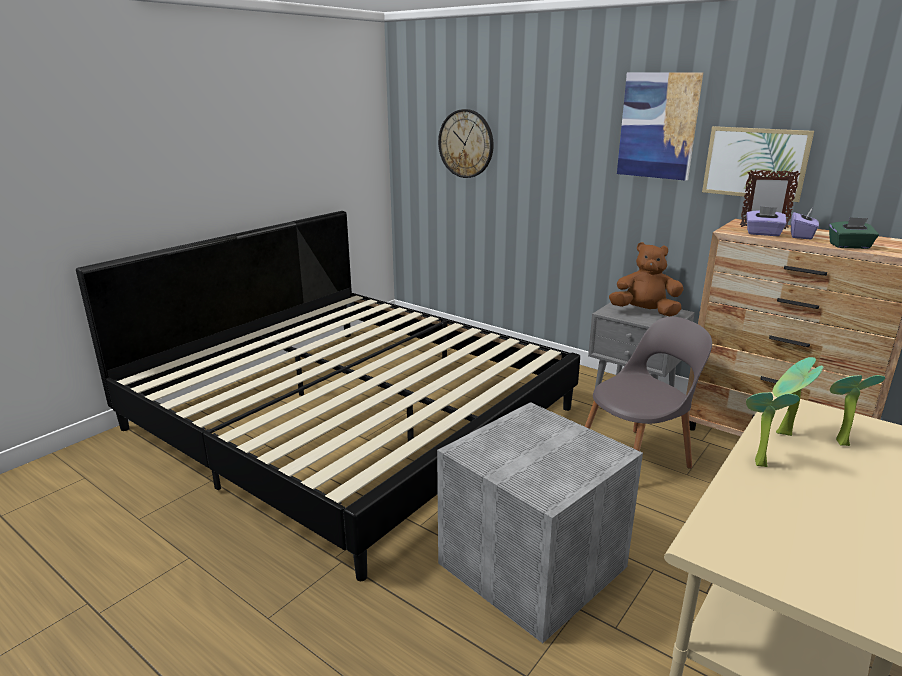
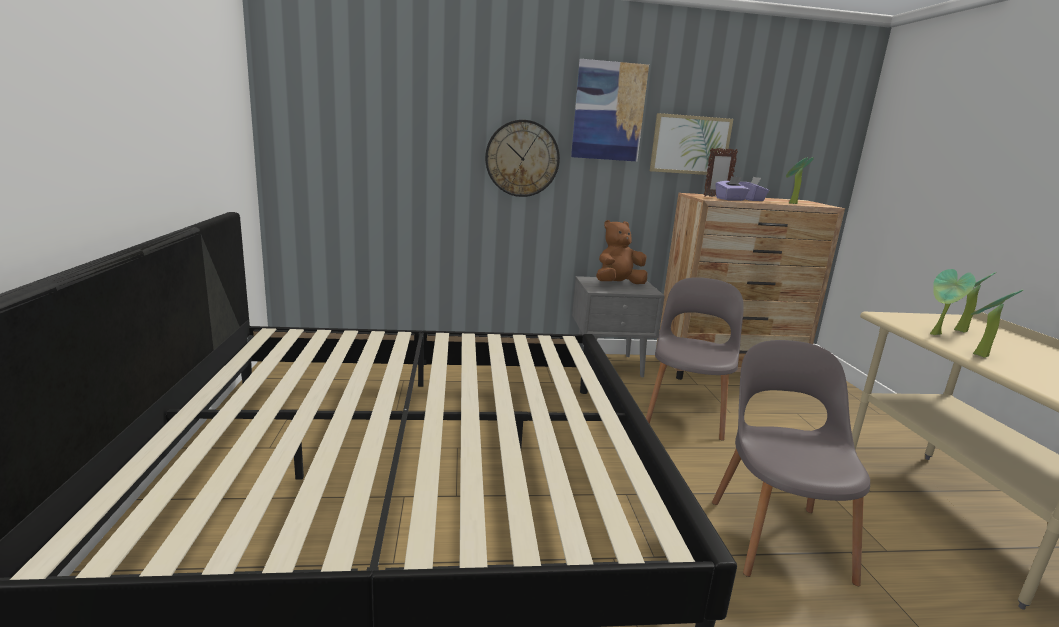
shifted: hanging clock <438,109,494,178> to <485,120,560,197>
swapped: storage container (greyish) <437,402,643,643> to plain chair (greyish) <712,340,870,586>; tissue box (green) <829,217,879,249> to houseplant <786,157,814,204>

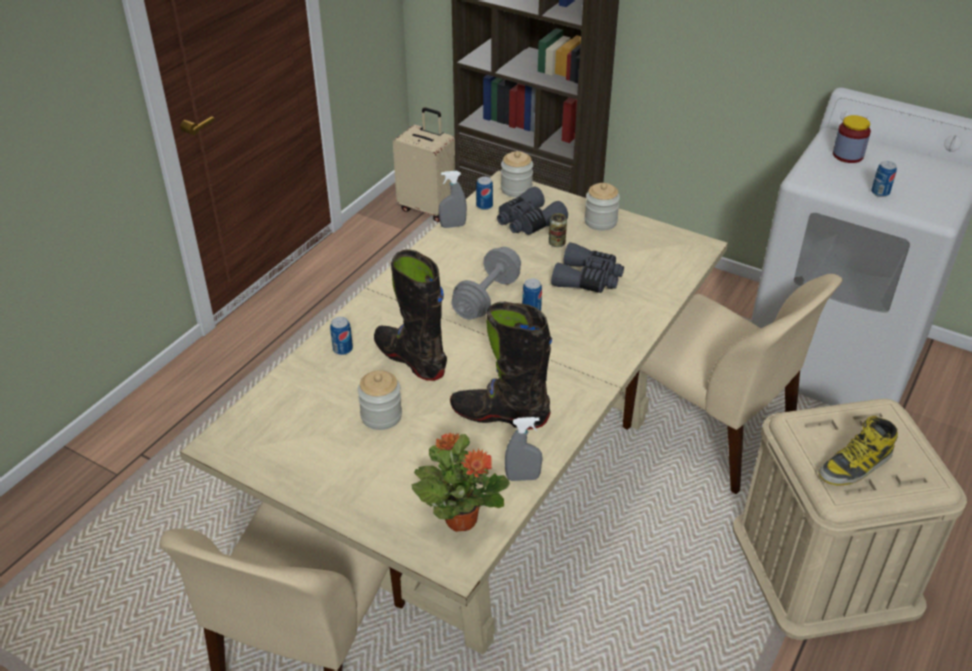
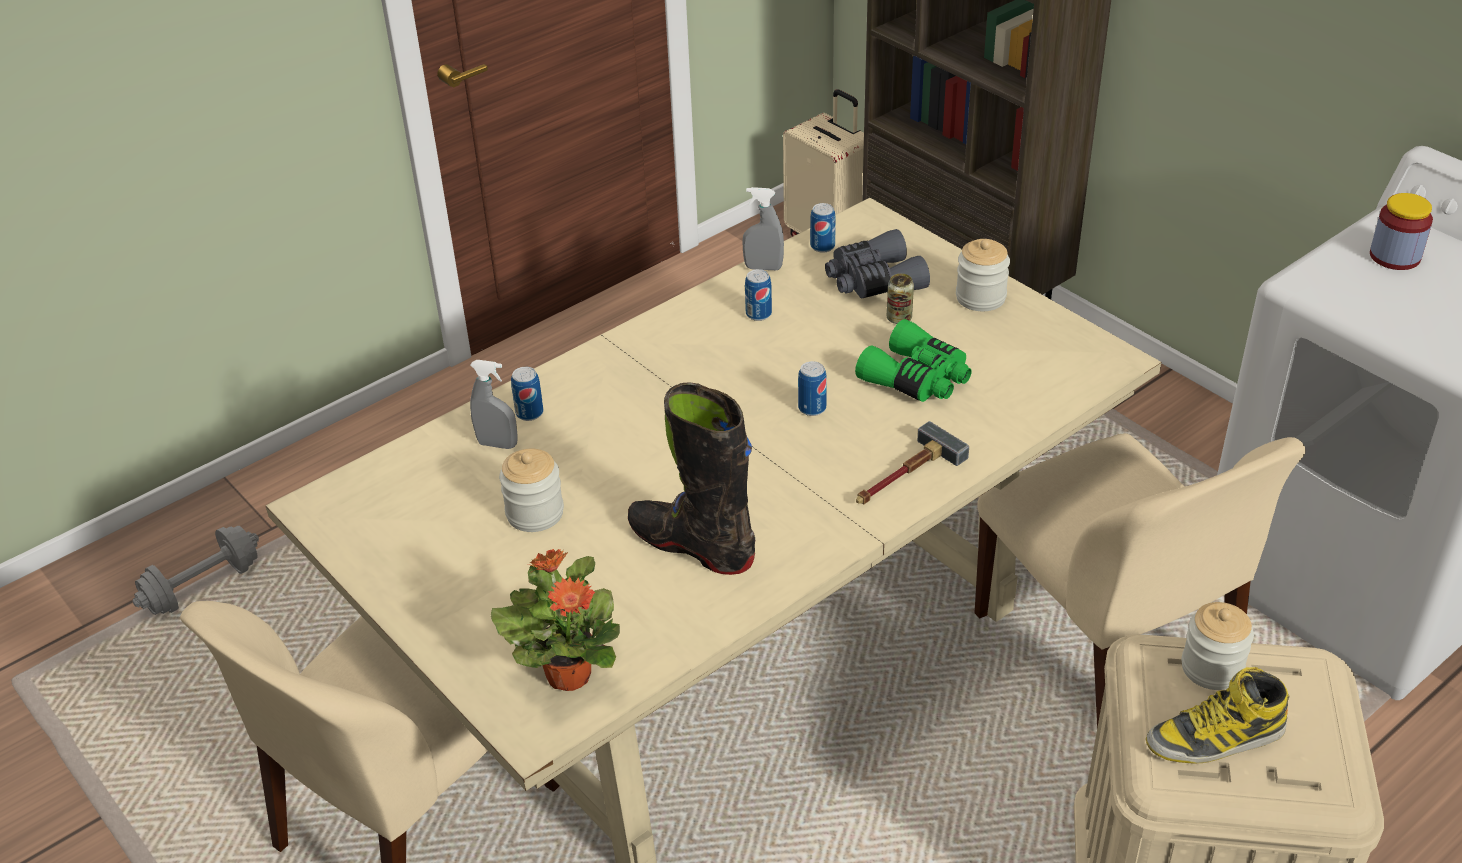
gone: tall boot (blackish) <374,249,447,381>
new: hand hammer <856,421,969,504>
shifted: free weight (greyish) <451,247,521,320> to <133,526,259,615>; storage jar <501,151,533,197> to <1182,602,1254,690>; spray bottle (greyish) <505,417,543,481> to <470,360,517,449>; metal can <871,161,897,197> to <745,269,772,321>
repainted: binoculars (greyish) <551,242,624,293> to binoculars (green) <855,319,972,402>

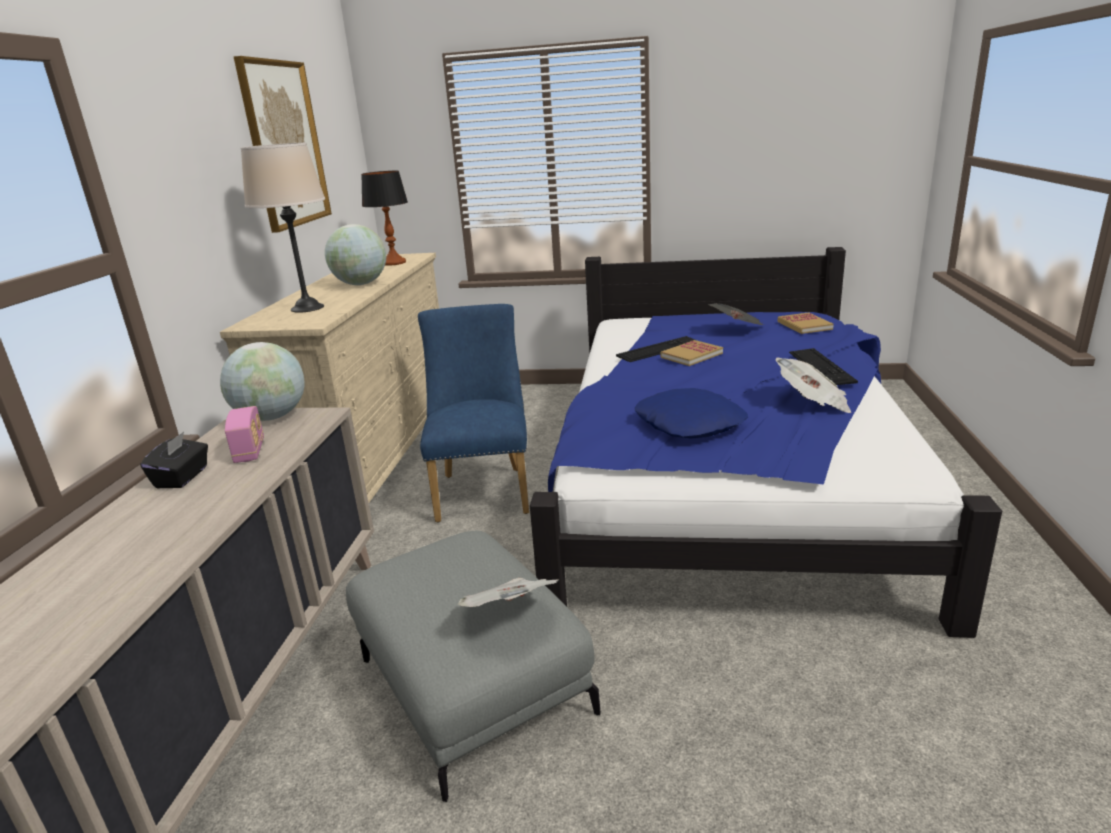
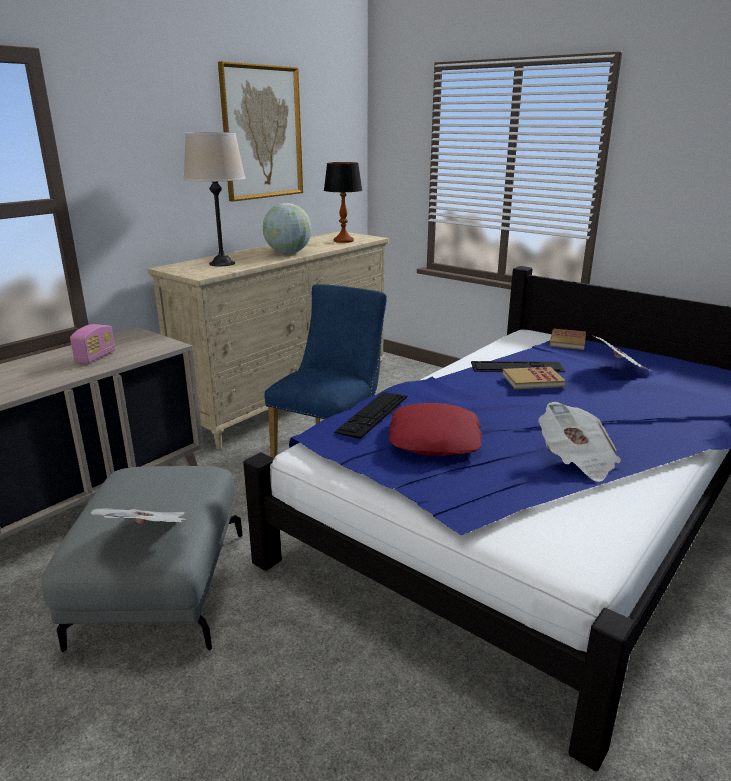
gone: tissue box (blackish) <141,432,208,488>; globe <220,342,305,421>
shifted: volume <778,312,834,334> to <549,329,586,350>; computer keyboard <789,348,858,385> to <334,392,407,439>
repainted: cushion (blue-coloured) <635,388,748,438> to cushion (red) <389,403,482,456>

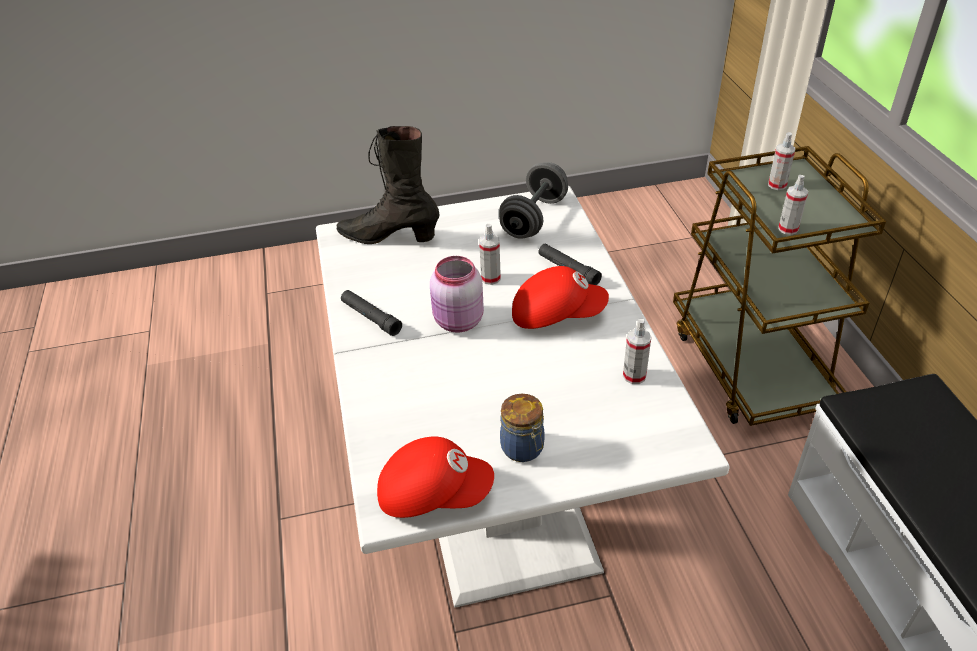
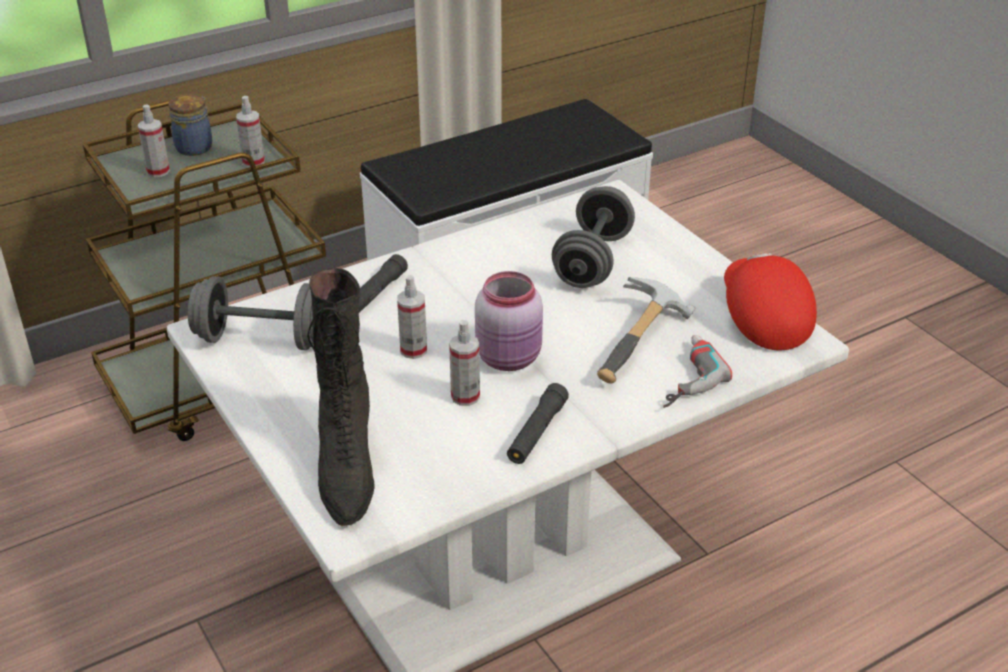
gone: baseball cap (red) <512,266,609,329>
new: free weight (greyish) <552,186,635,288>; hand hammer <597,277,696,384>; drill <663,335,732,408>
shifted: storage jar <500,394,545,462> to <168,94,212,156>; spray bottle <623,319,652,384> to <449,320,480,406>

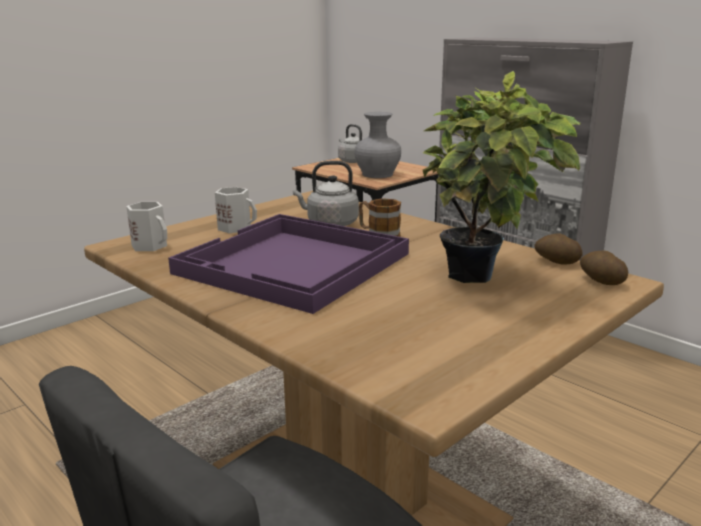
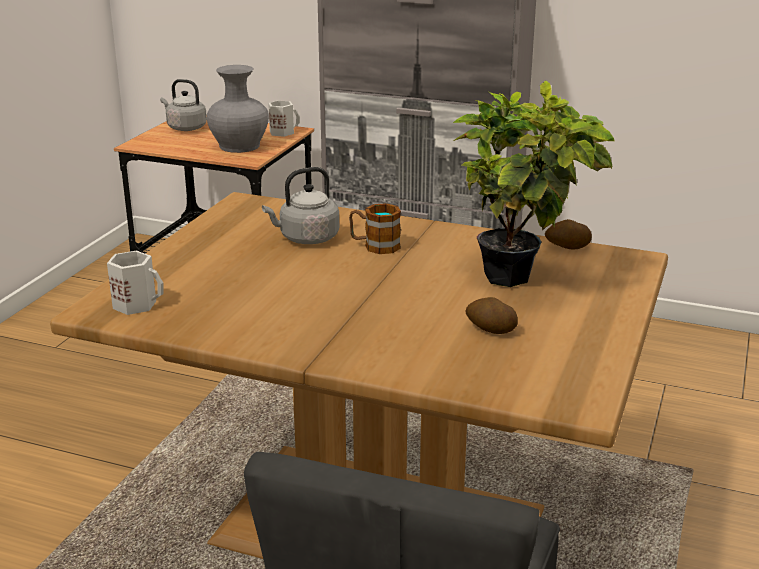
gone: tray (purplish) <168,214,409,314>
shifted: coffee mug (whitish) <215,187,257,233> to <268,100,300,137>; whole potato <580,251,628,285> to <465,297,518,334>

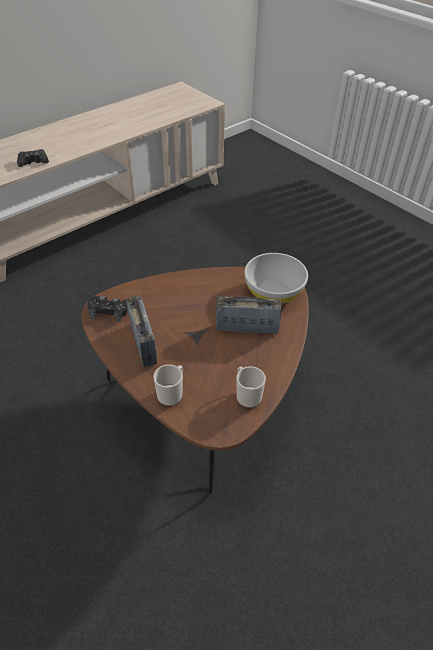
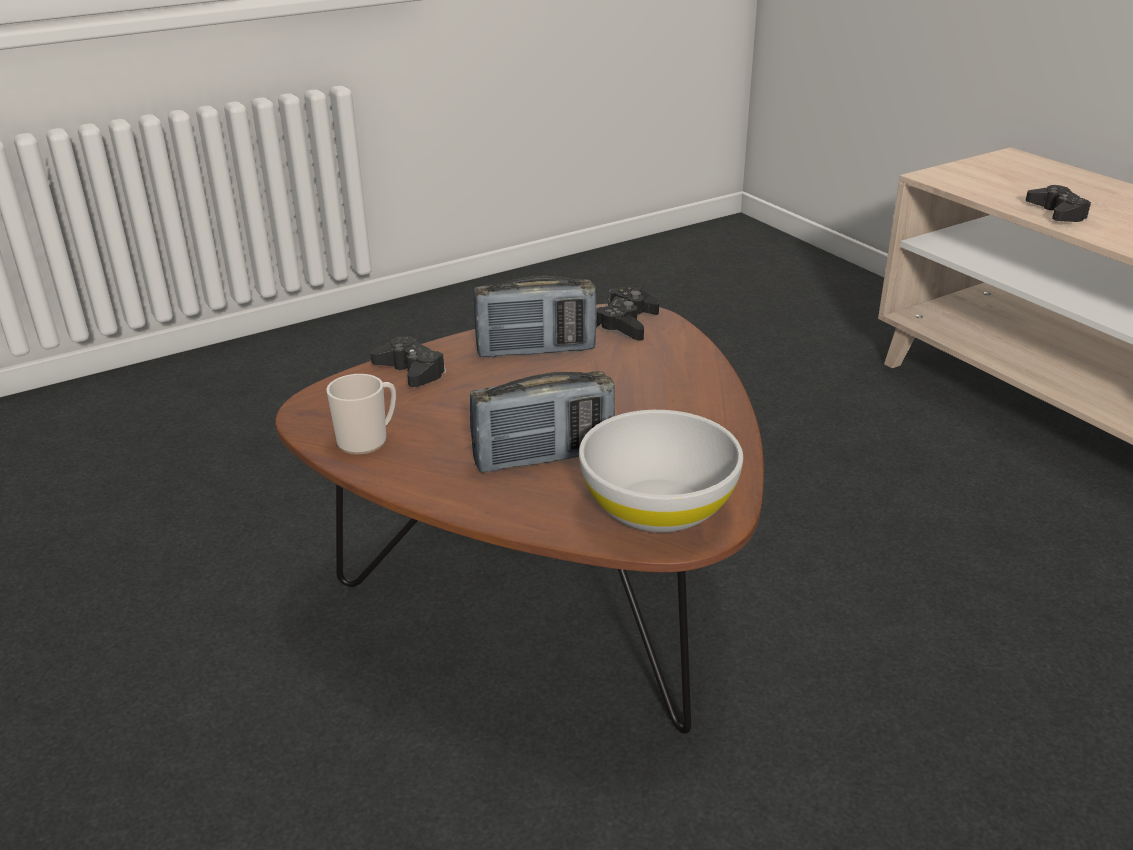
swapped: coffee mug <153,364,183,406> to joypad (blackish) <370,336,446,387>
rotated: radio receiver <216,296,282,334> = <470,371,615,472> 60 degrees clockwise

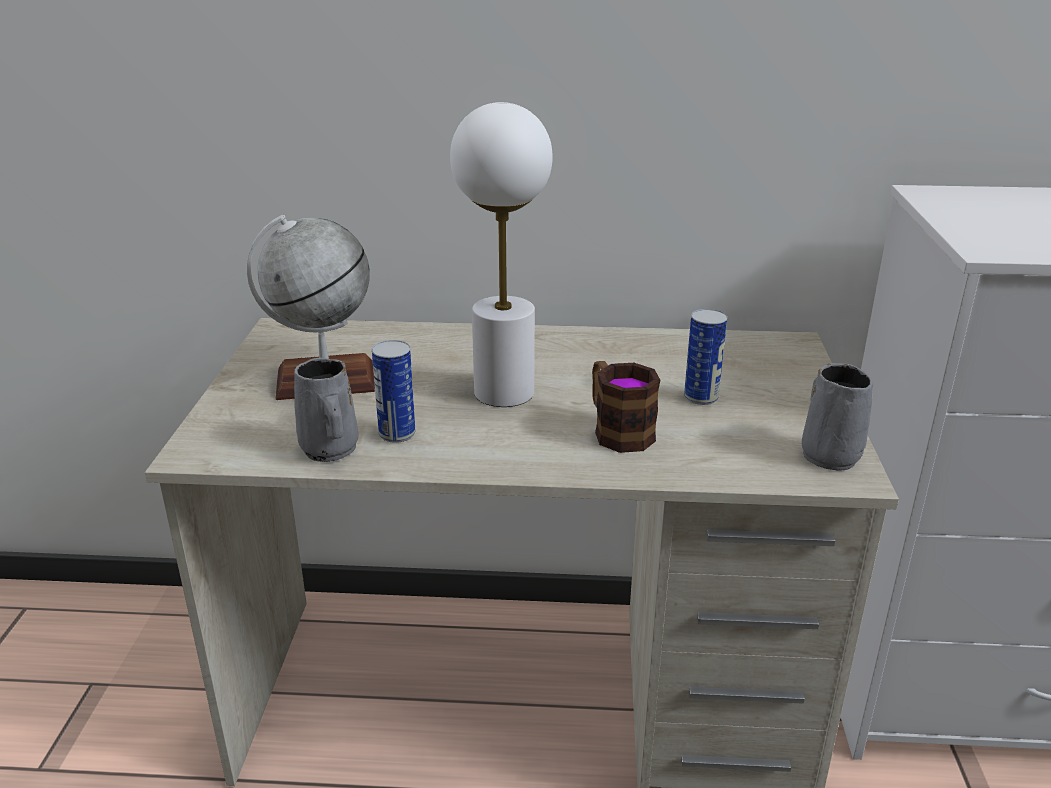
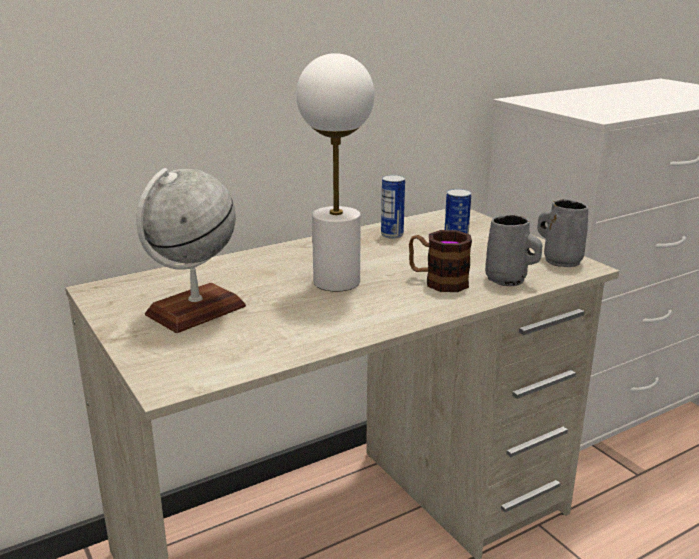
shifted: coffee mug (greyish) <294,358,358,462> to <485,214,542,286>; metal can <372,340,416,443> to <381,175,405,239>

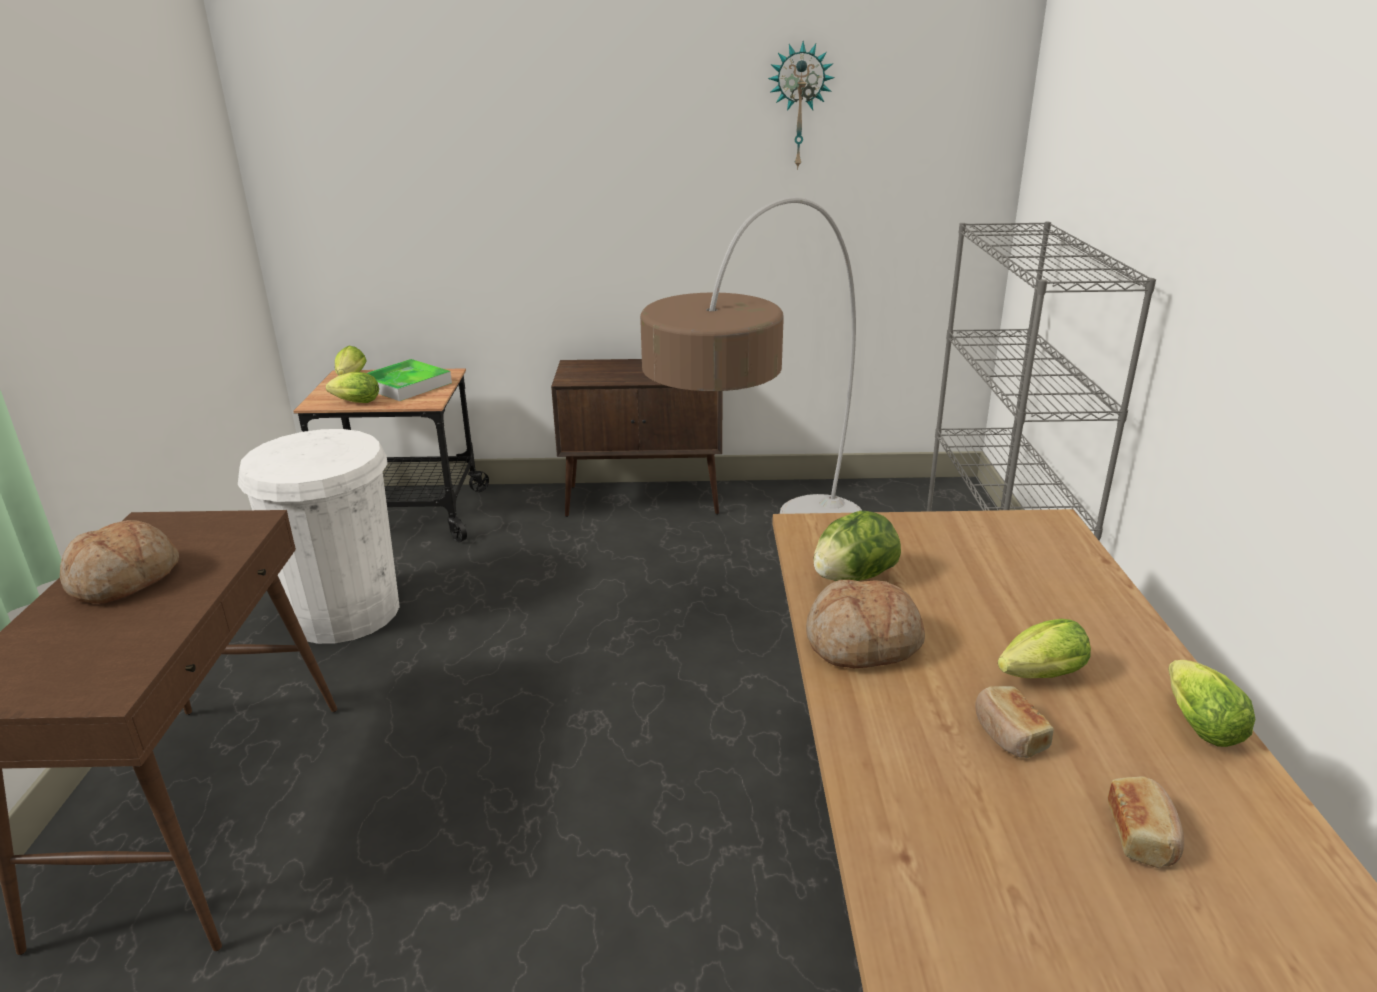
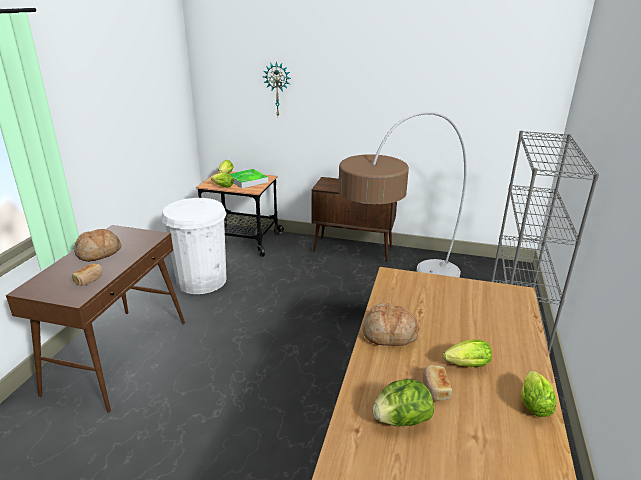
shifted: hanging clock <768,41,835,170> to <263,61,291,116>; lettuce head <813,511,901,581> to <373,379,434,426>; bakery bread <1108,776,1184,868> to <72,264,102,286>

